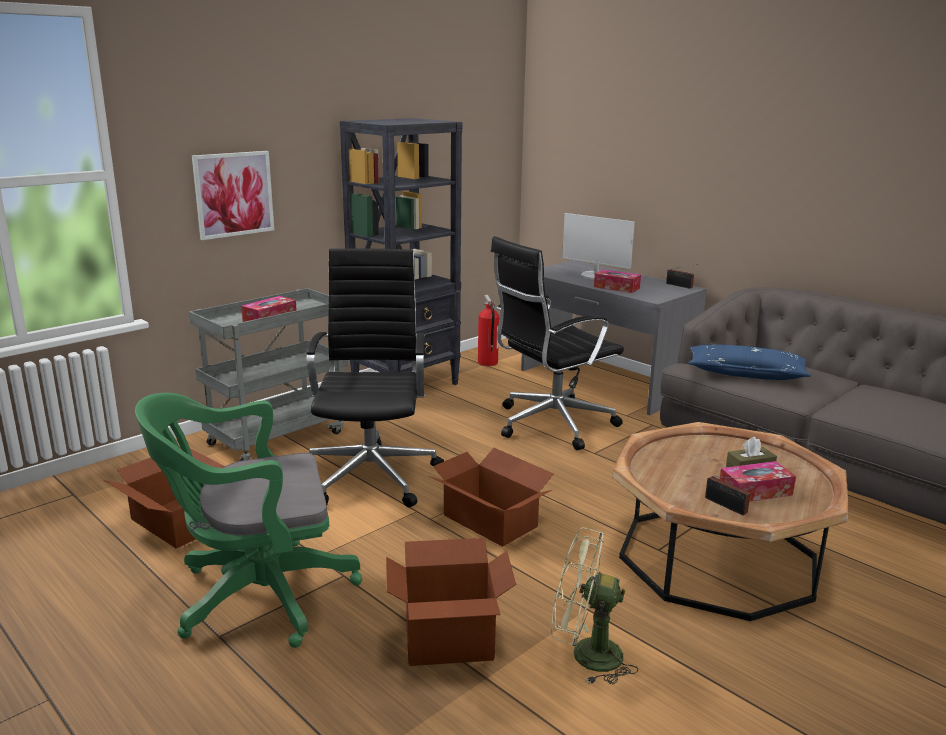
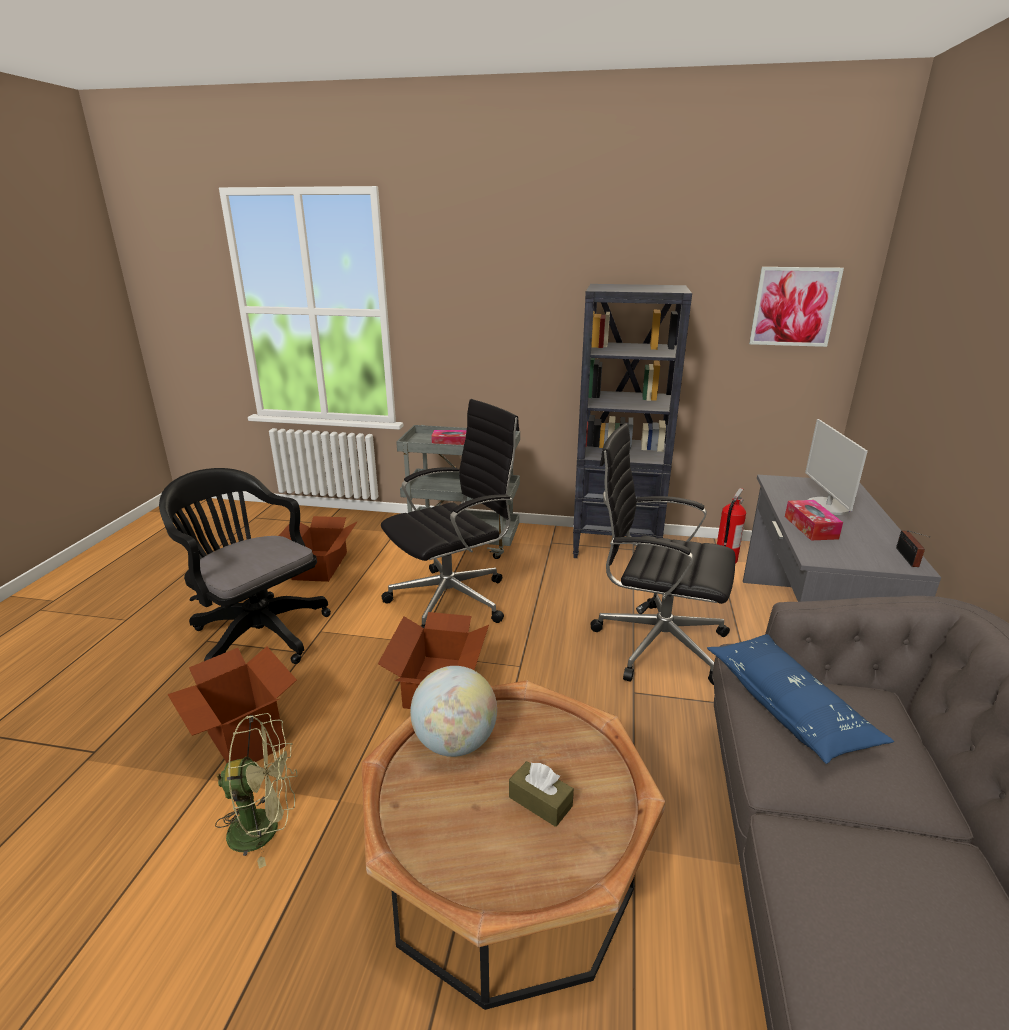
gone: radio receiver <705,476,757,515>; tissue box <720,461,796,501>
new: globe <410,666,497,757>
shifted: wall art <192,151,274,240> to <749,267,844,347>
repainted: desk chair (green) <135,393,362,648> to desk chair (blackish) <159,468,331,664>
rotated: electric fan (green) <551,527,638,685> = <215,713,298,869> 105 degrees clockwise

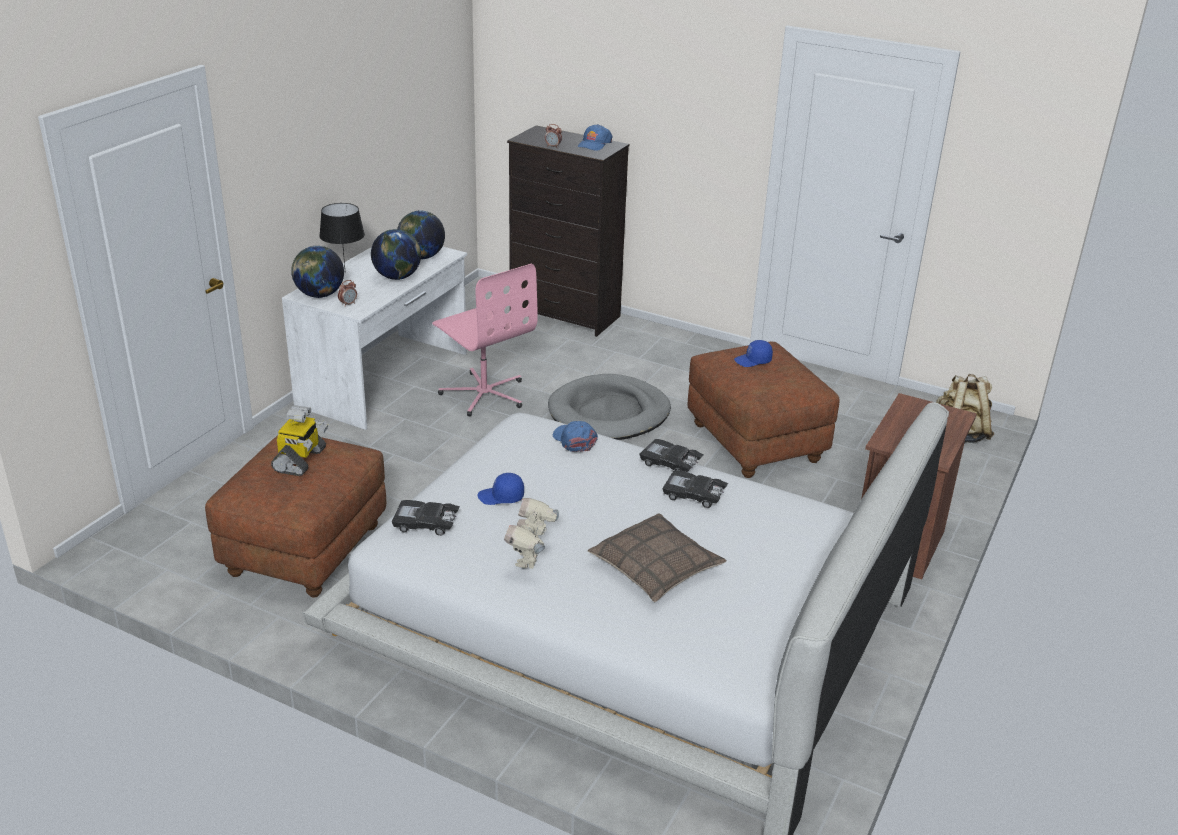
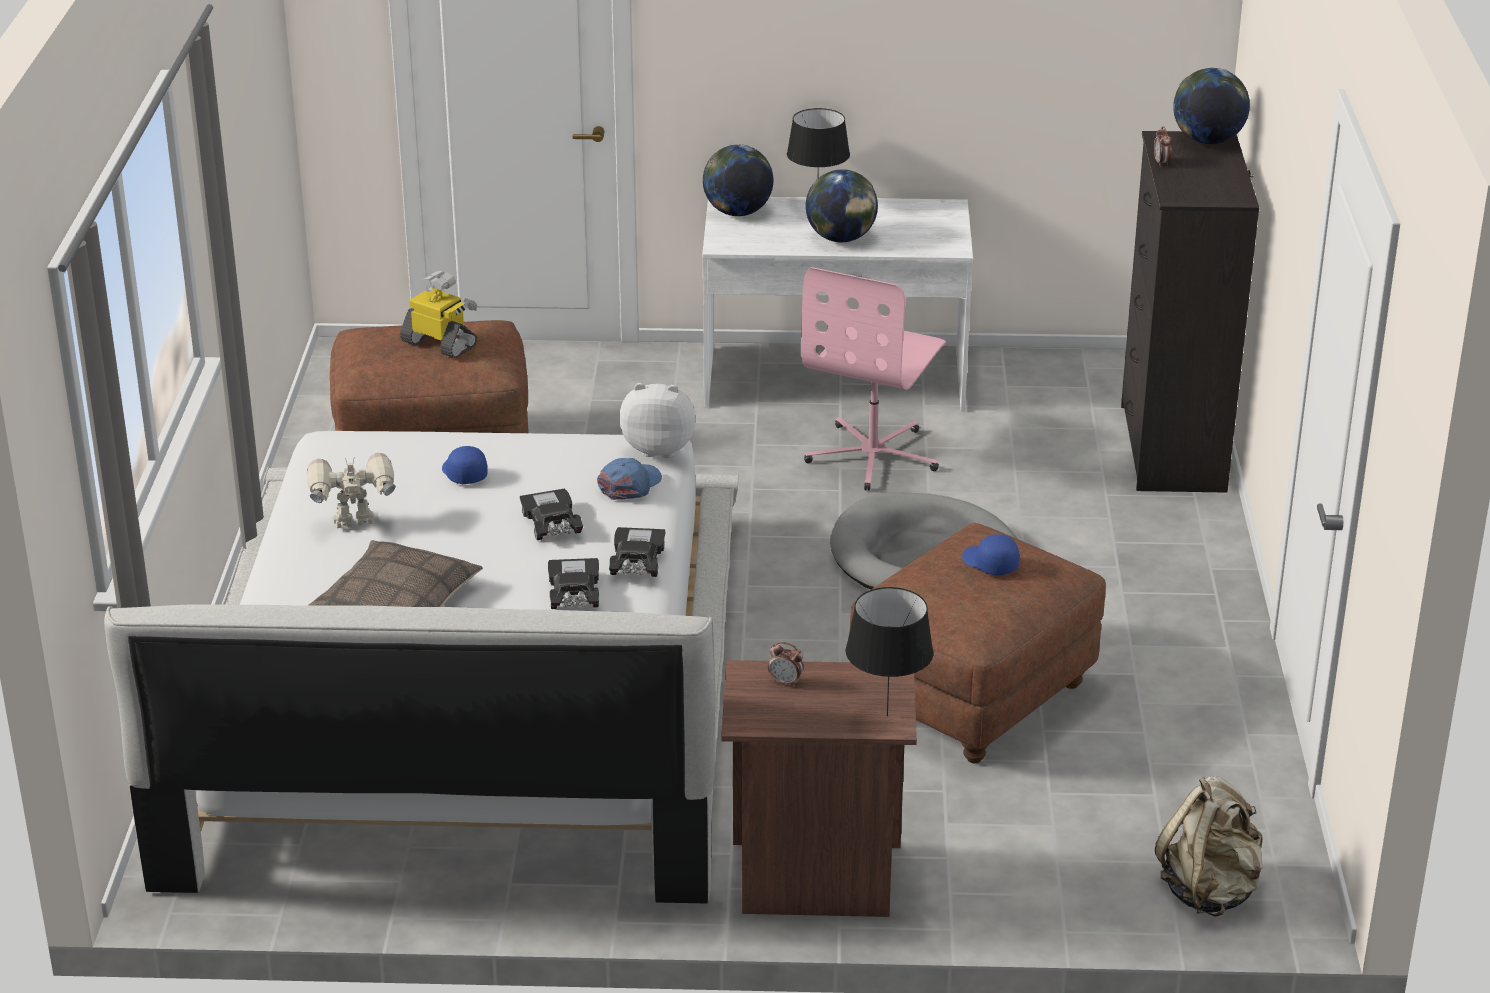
gone: baseball cap (blue-coloured) <578,124,613,151>
new: plush toy <619,383,695,458>; tabletop lamp (blackish) <846,587,934,716>
shifted: table clock <338,280,357,307> to <768,642,804,687>; toy car (blackish) <392,500,460,536> to <520,489,583,540>; globe <397,210,445,259> to <1173,68,1250,144>
rotated: robot figure <271,405,328,476> = <400,271,477,358> 135 degrees counterclockwise

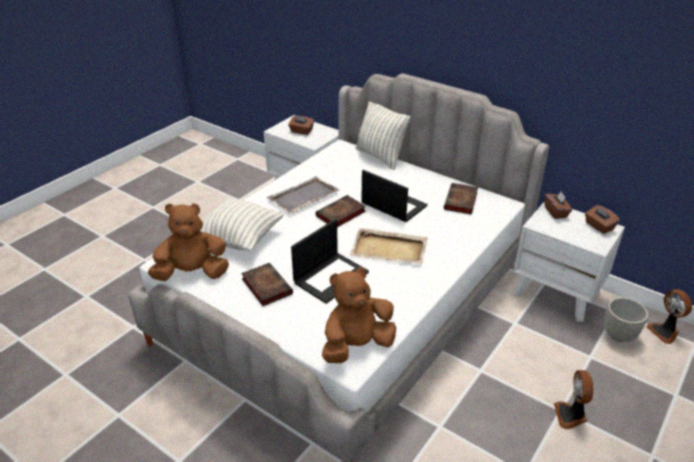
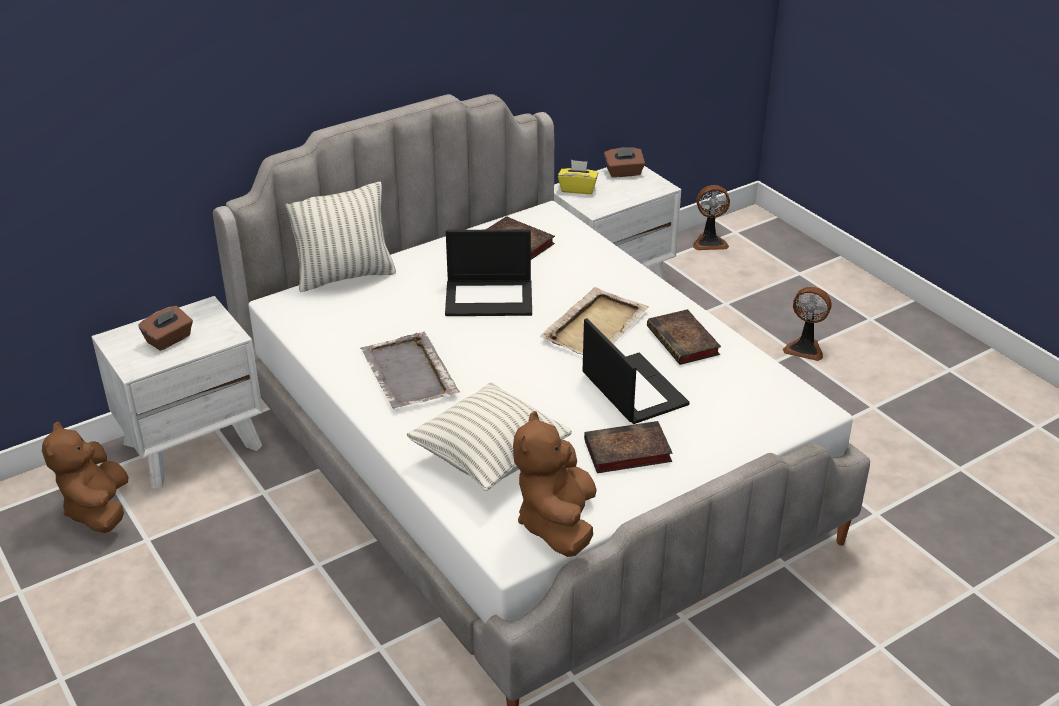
gone: planter (greyish) <604,297,649,342>
shifted: volume <316,195,366,227> to <647,309,721,365>; plush toy (brown) <322,268,396,363> to <42,421,128,533>
repainted: tissue box (brown) <544,191,572,219> to tissue box (yellow-coloured) <558,160,598,194>
rotated: notebook computer <361,170,428,222> = <445,229,532,316> 150 degrees counterclockwise

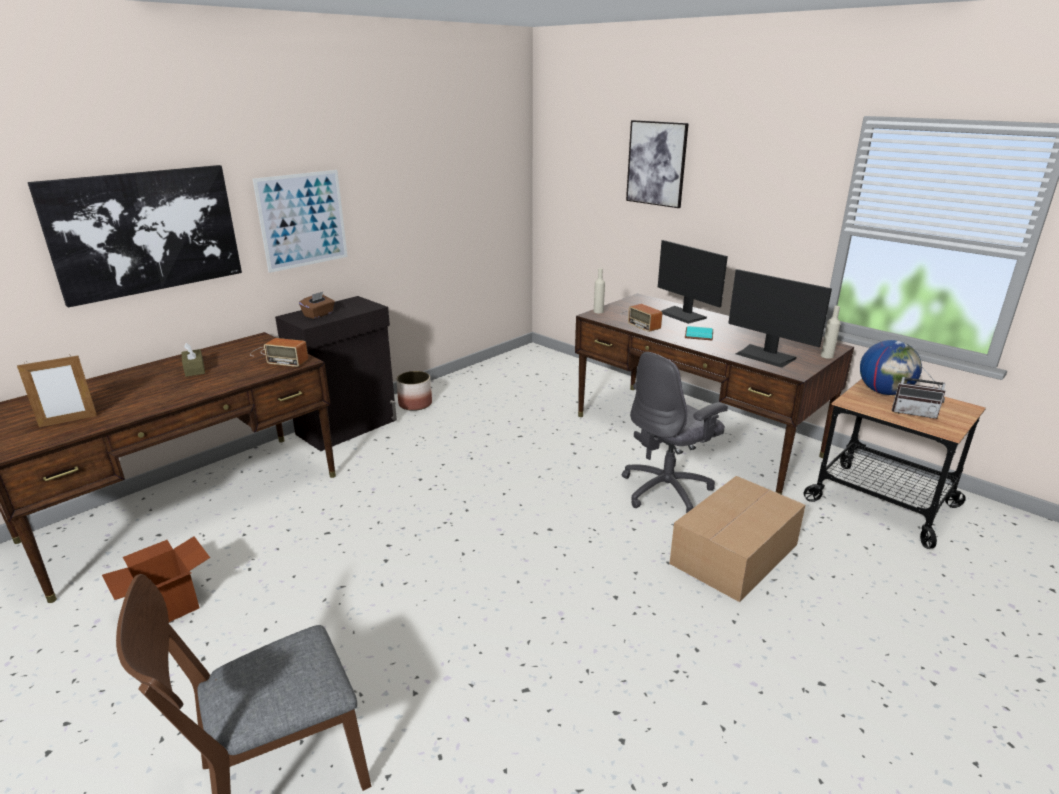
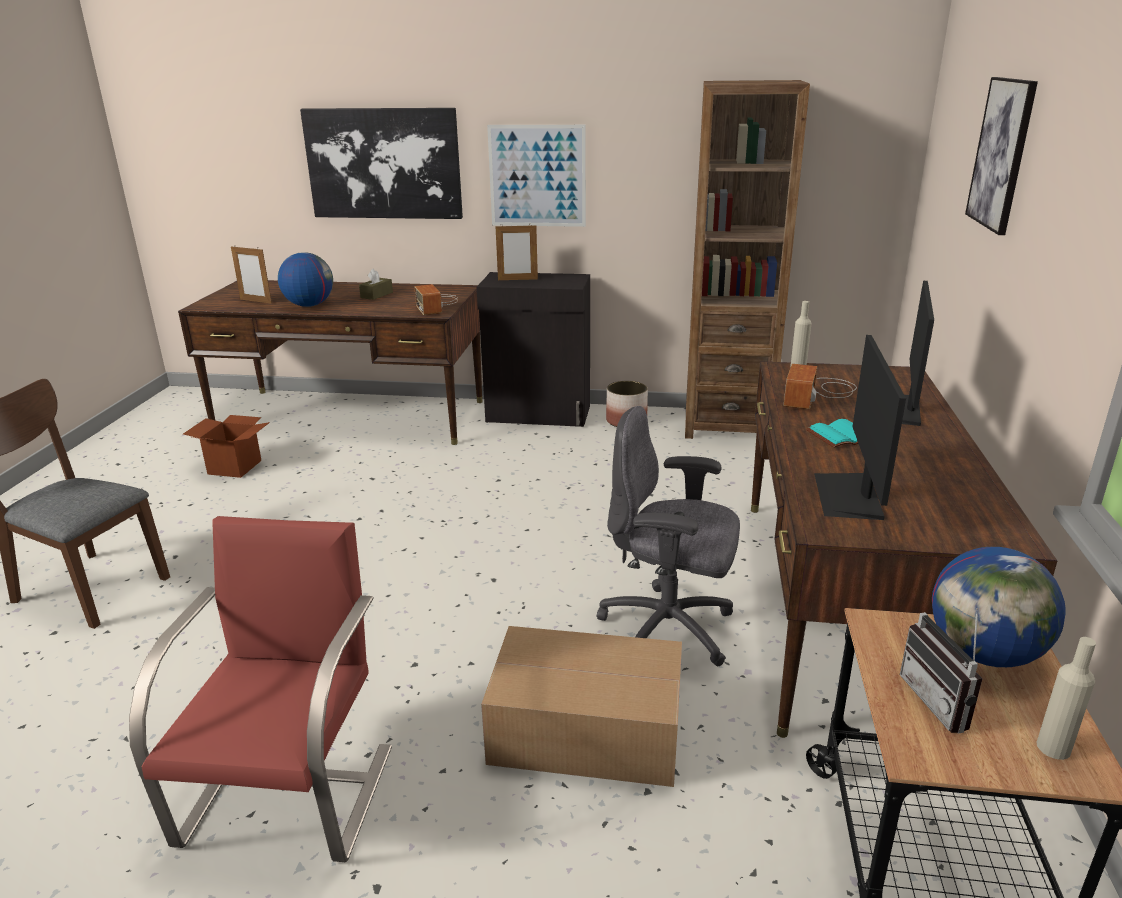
new: plain chair (red) <129,516,392,862>; globe <278,252,333,307>; bookshelf (brown) <685,80,810,439>
shifted: bottle (beige-coloured) <821,306,841,359> to <1036,637,1096,760>
swapped: tissue box (brown) <299,292,335,319> to photo frame <495,225,538,280>

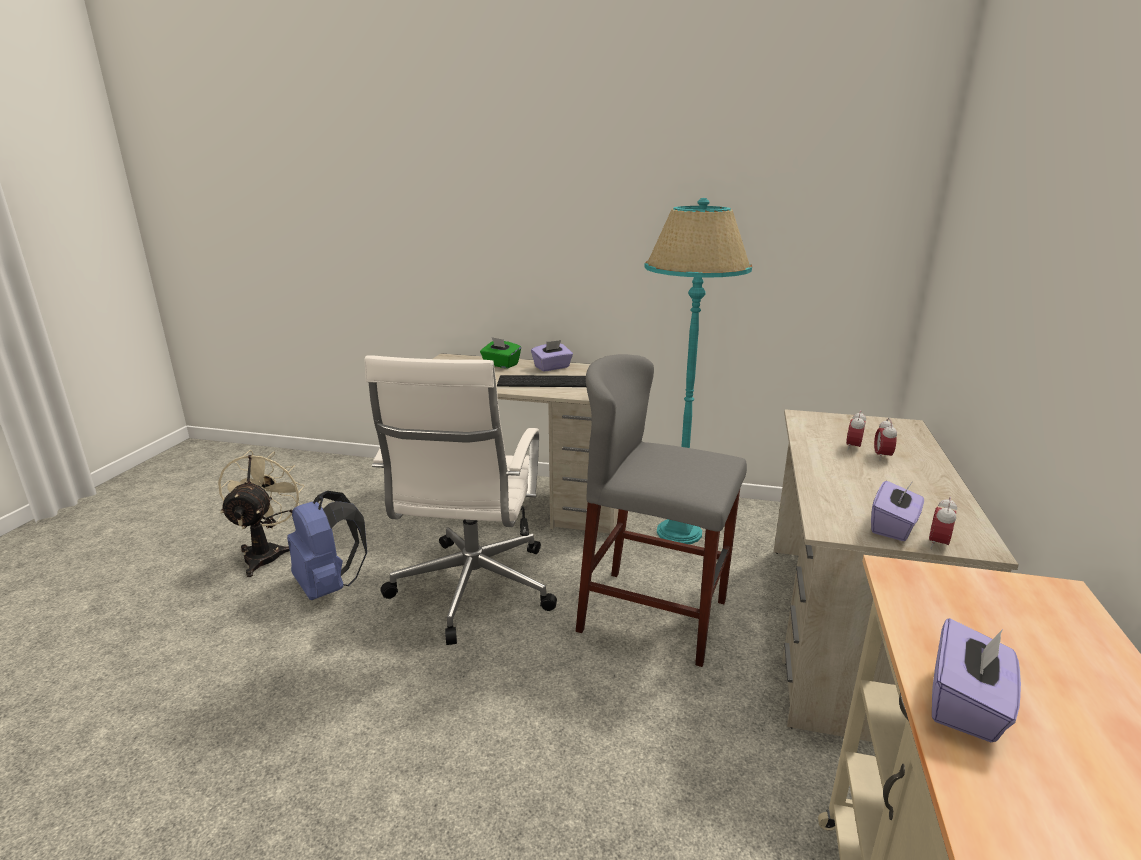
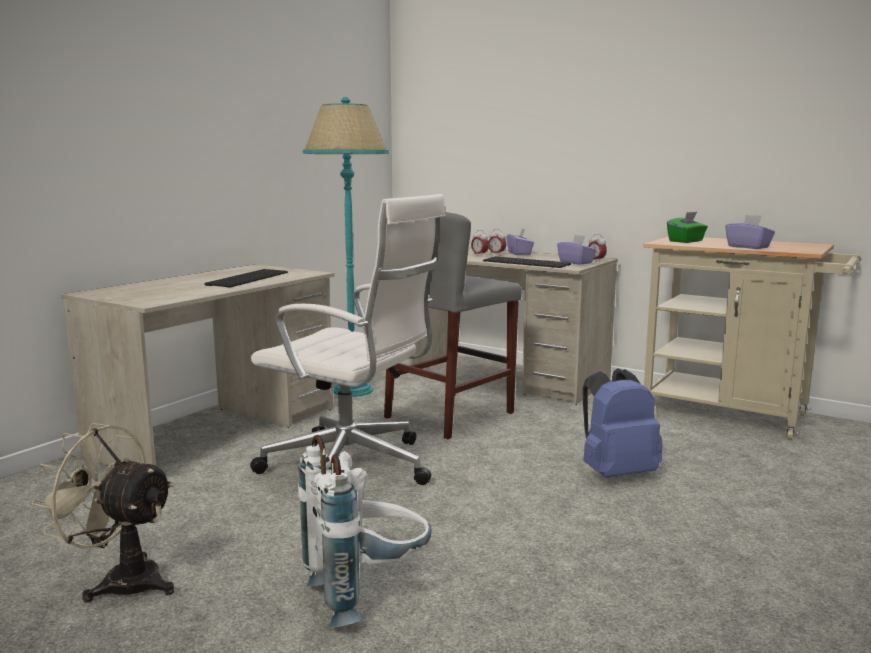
new: rucksack (whitish) <298,435,432,627>; computer keyboard <483,256,571,268>
shifted: rucksack (blue-coloured) <287,491,367,600> to <583,368,663,478>; tissue box (green) <480,337,521,368> to <667,212,708,243>; tissue box (purplish) <531,340,573,371> to <507,228,534,255>

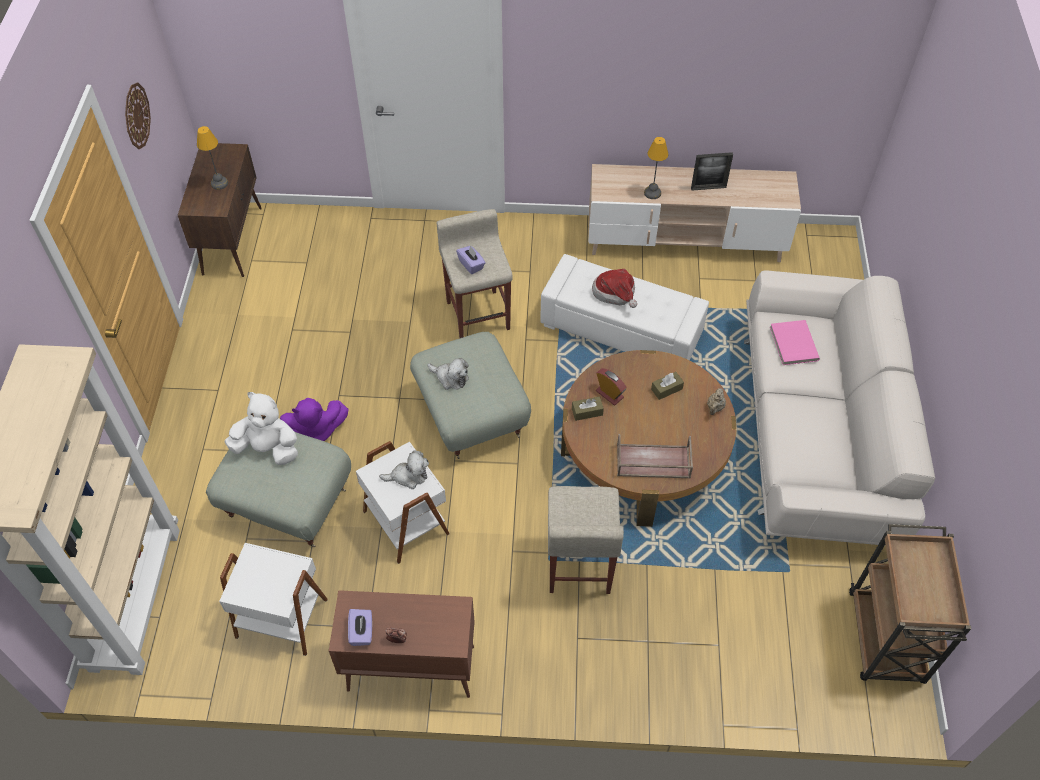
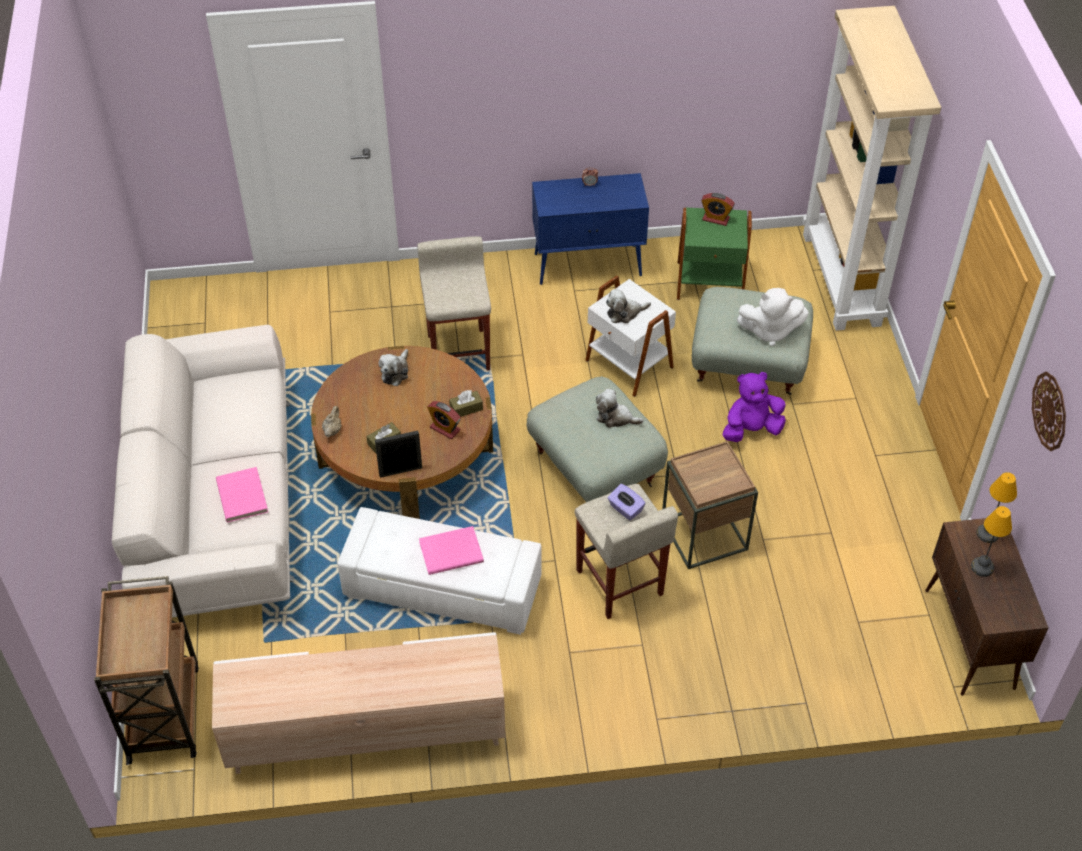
gone: tissue box (purplish) <348,609,372,646>
new: end table (brown) <662,441,758,569>; table clock <701,193,734,226>
shifted: tabletop lamp <644,137,668,199> to <976,472,1017,543>; photo frame <691,152,733,191> to <375,431,422,478>; cart (brown) <849,524,971,684> to <94,576,199,765>
swapped: clothing hat <592,269,637,308> to volume (pink-coloured) <419,526,484,575>; tray (brown) <617,434,693,478> to plush toy <379,349,408,386>
repainted: end table (whitish) <219,543,328,656> to end table (green) <677,208,752,300>; storage cabinet (brown) <329,590,475,698> to storage cabinet (blue-coloured) <532,173,649,285>

